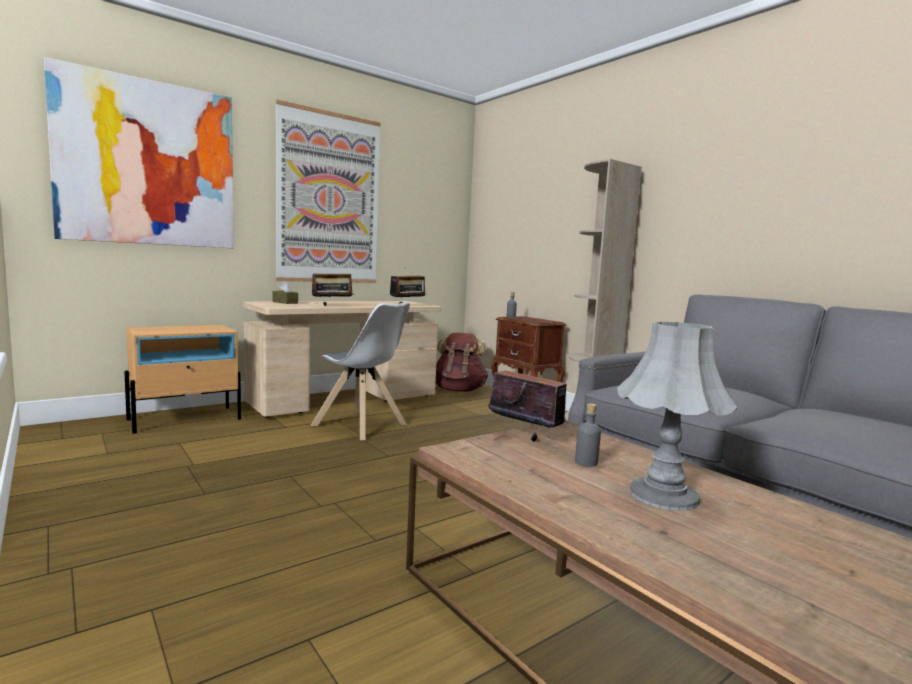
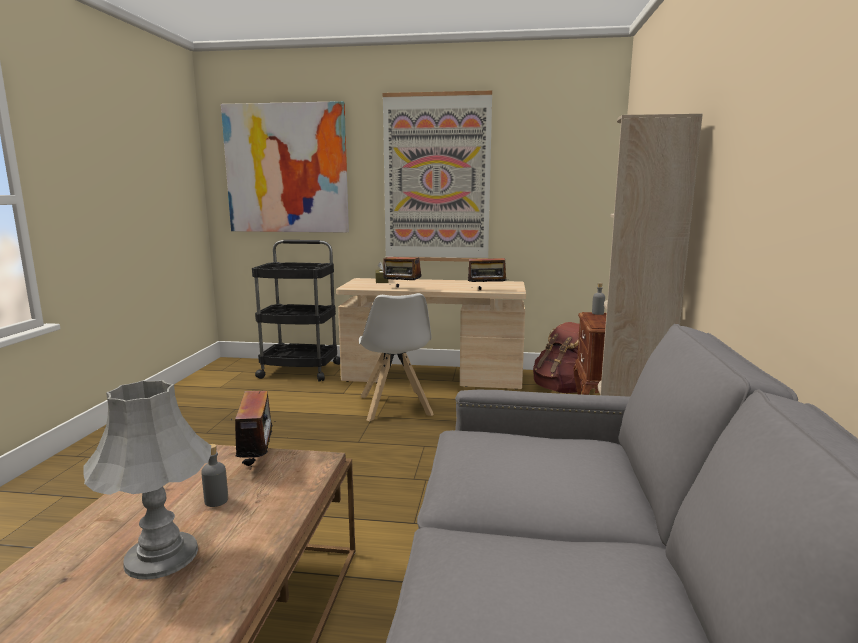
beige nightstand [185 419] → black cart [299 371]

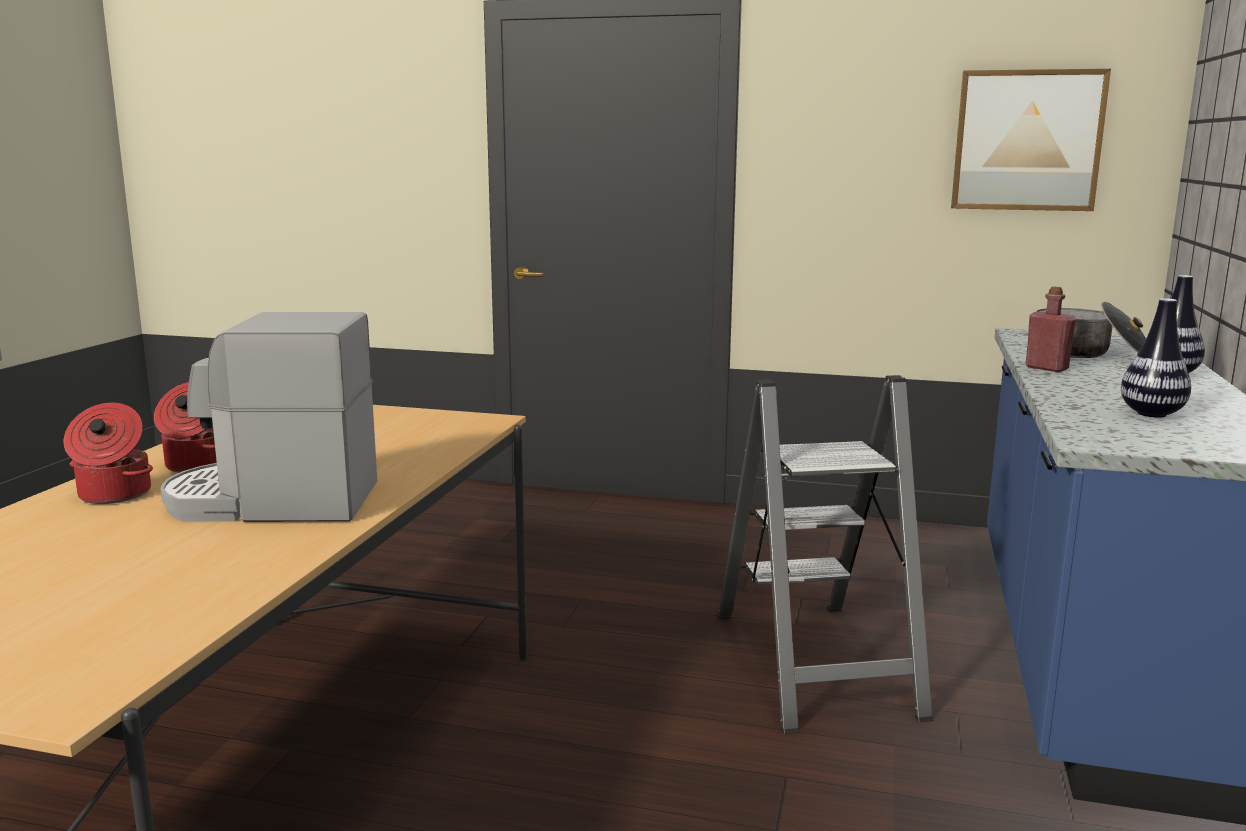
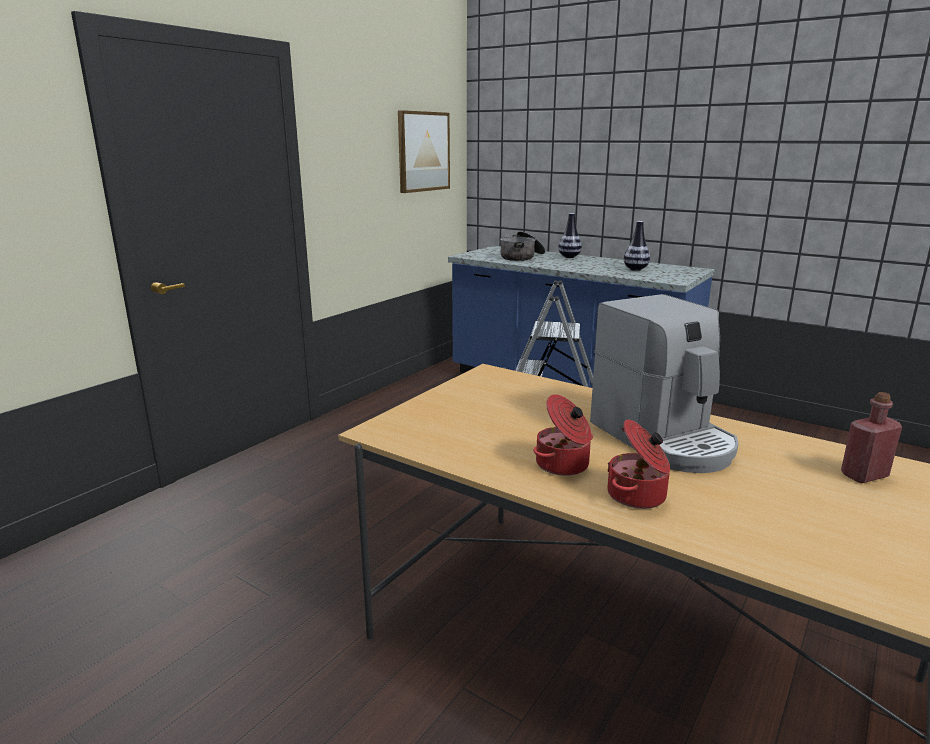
coffee machine [273 502] → coffee machine [663 439], 45 degrees counterclockwise
red bottle [1046 368] → red bottle [864 475], move

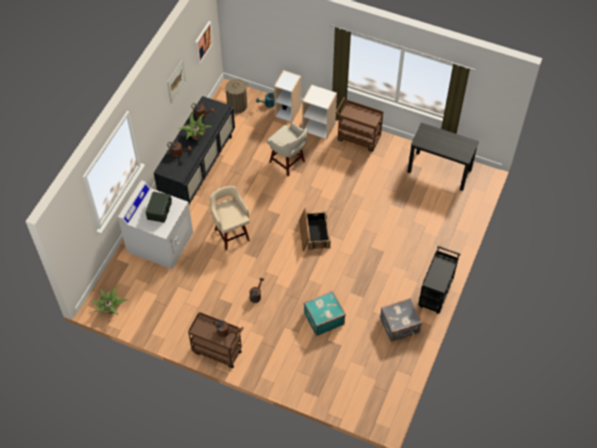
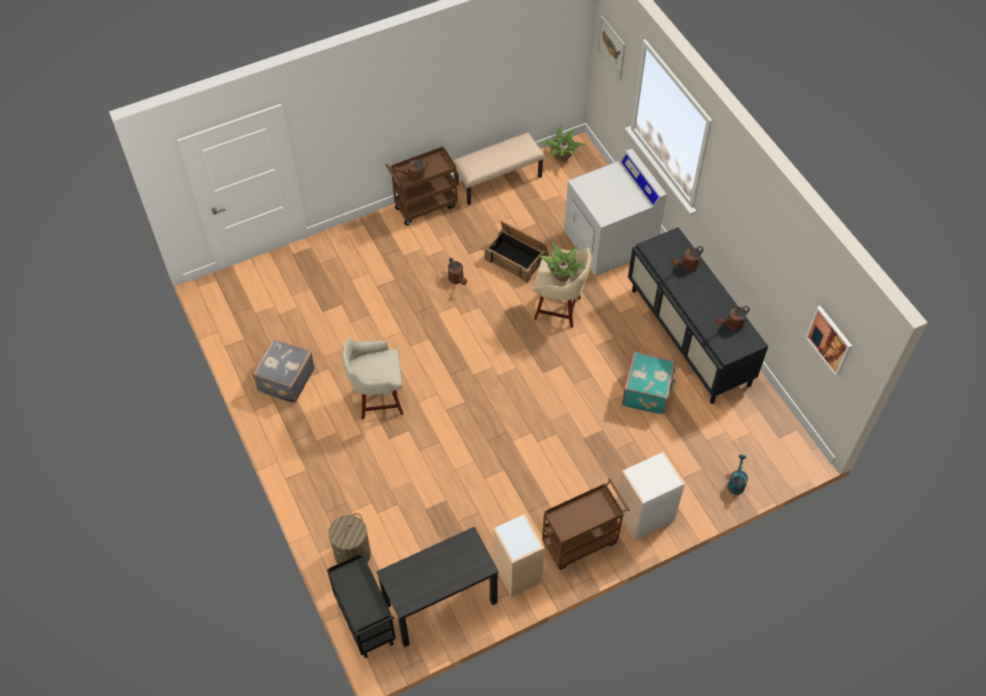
black cart [435 294] → black cart [366 624], move
laundry basket [237 106] → laundry basket [352 554], move
beige stool [288 163] → beige stool [378 400], move
- → beige bench [498 180]
crate [314 234] → crate [517 258], move
bookcase [288 111] → bookcase [517 573], move
potted plant [196 136] → potted plant [562 275], move
picture [176 81] → picture [611 47], move
turquoise suitcase [323 318] → turquoise suitcase [647 392], move
radio [160 211] → -

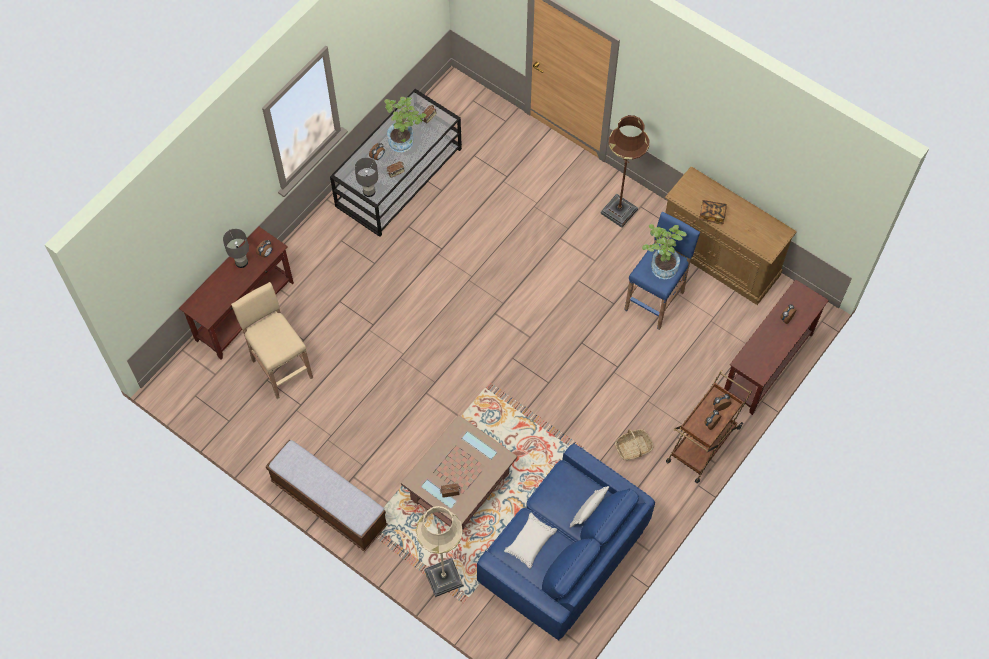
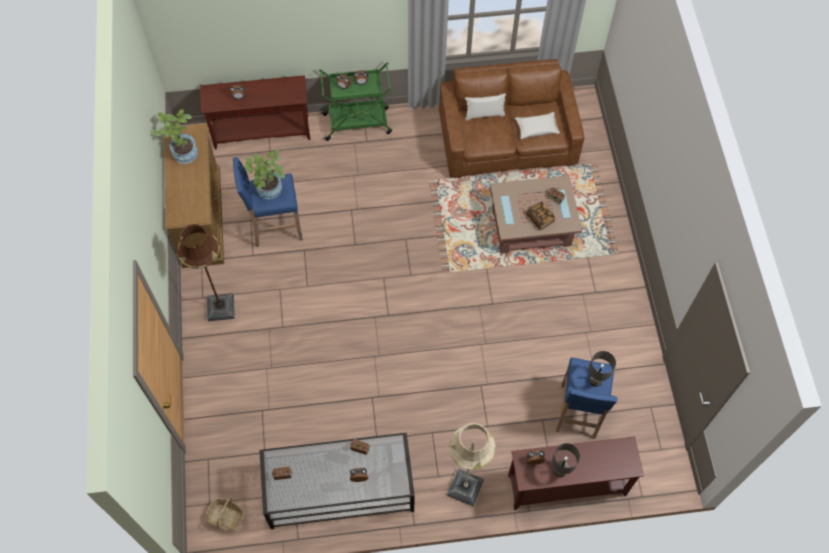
potted plant [405 141] → potted plant [182 152], move
basket [633 448] → basket [226 516], move
brown cart [702 445] → green cart [357 124]
blue sofa [564 552] → brown sofa [507 140]
beige floor lamp [443 578] → beige floor lamp [465 487], move
book [712 215] → book [540 219], move
beige stool [281 368] → blue stool [578 413]
grey table lamp [369 192] → grey table lamp [595 380], move
bench [329 504] → -

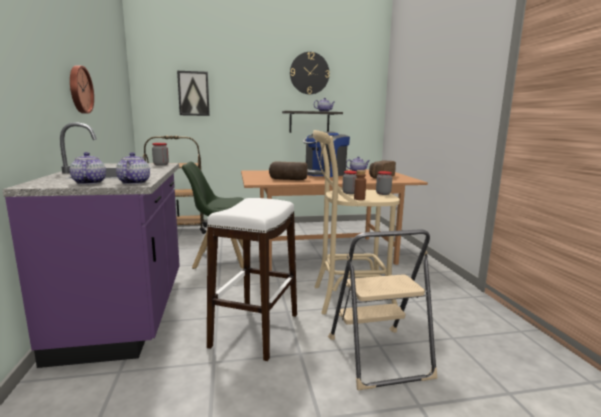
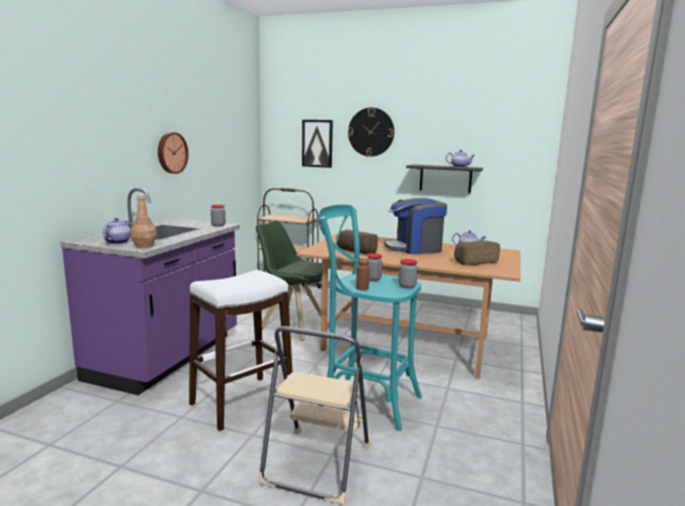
teapot [134 182] → brown bottle [144 246]
beige stool [349 298] → turquoise stool [365 400]
wall clock [309 73] → wall clock [371 132], move

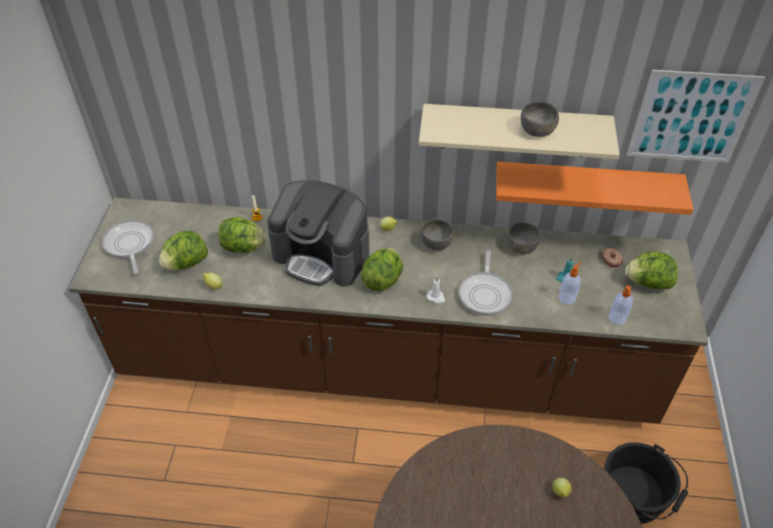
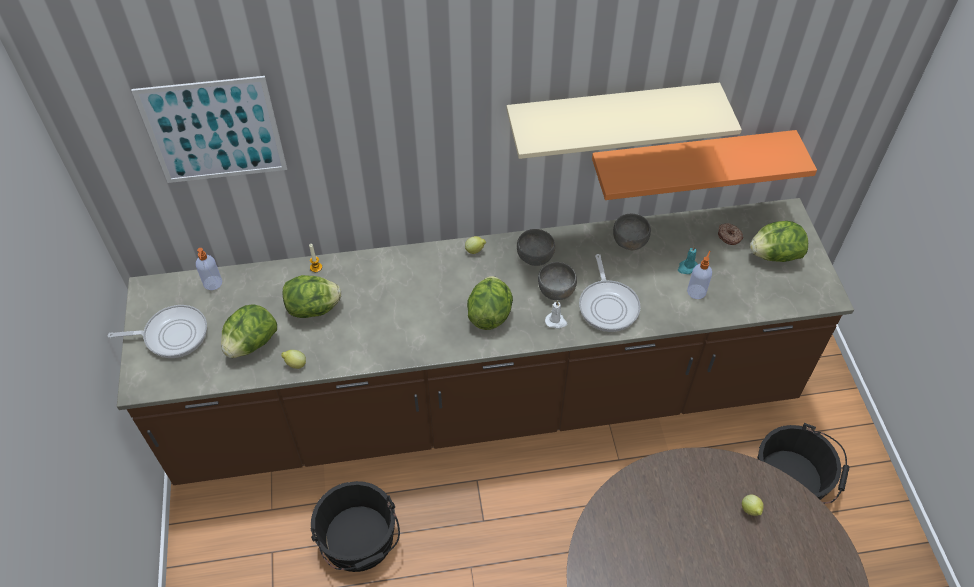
frying pan [129 245] → frying pan [172 335], 120 degrees clockwise
picture [691 117] → picture [214 131], move
soap dispenser [617 318] → soap dispenser [213 283], move
- → black bucket [360 542]
grey bowl [537 131] → grey bowl [556 290], move
coffee machine [322 255] → -

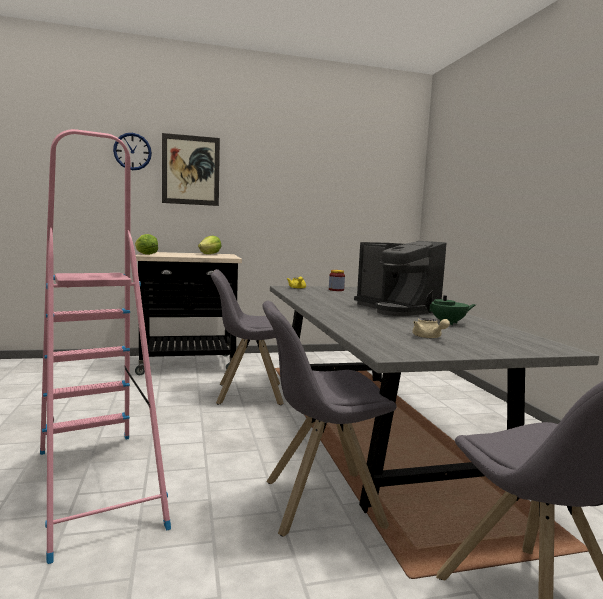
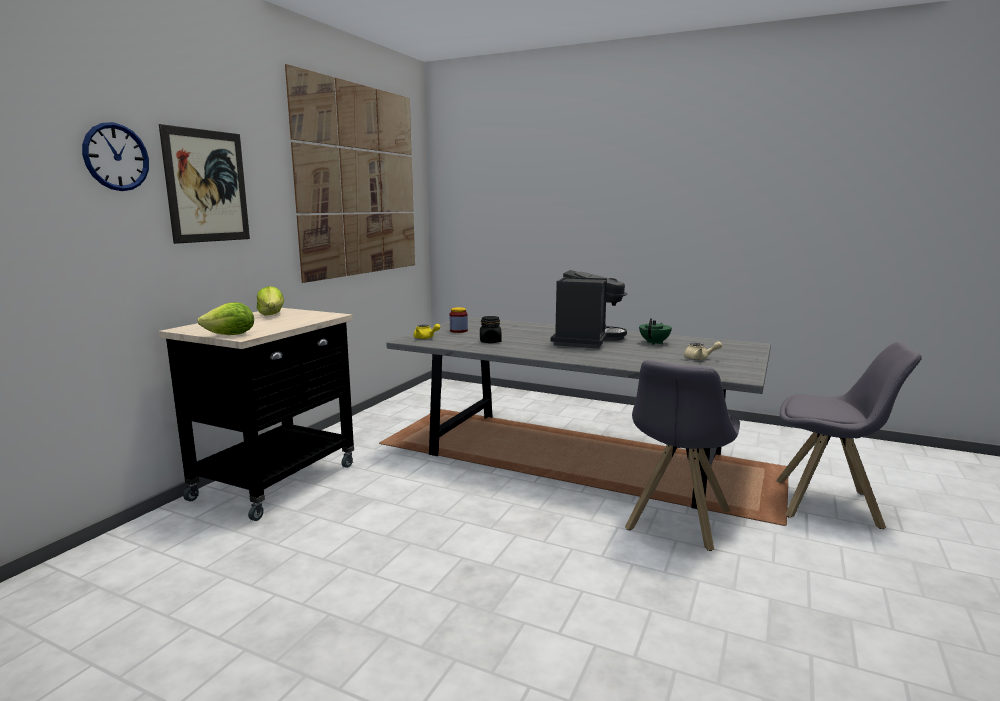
- → picture [359 181]
- → black jar [490 341]
coffee machine [396 309] → coffee machine [585 340], 75 degrees counterclockwise
pink step ladder [96 484] → -
grey chair [249 393] → -

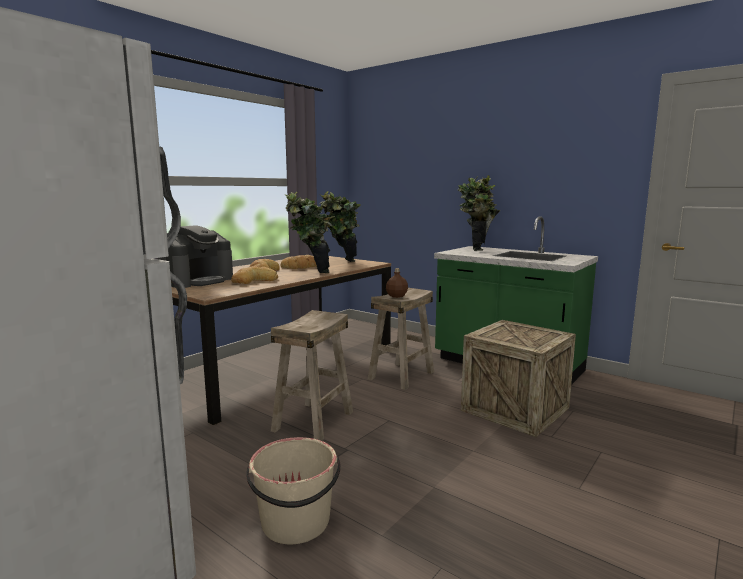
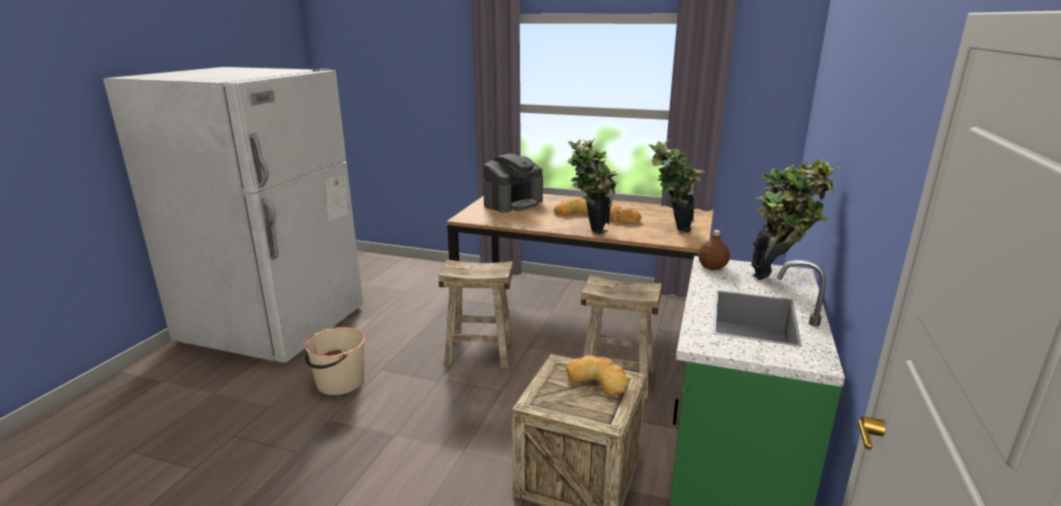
coffee machine [197 281] → coffee machine [513 203], 60 degrees counterclockwise
bread [254 281] → bread [598 379], move
brown bottle [397 296] → brown bottle [712 266], move

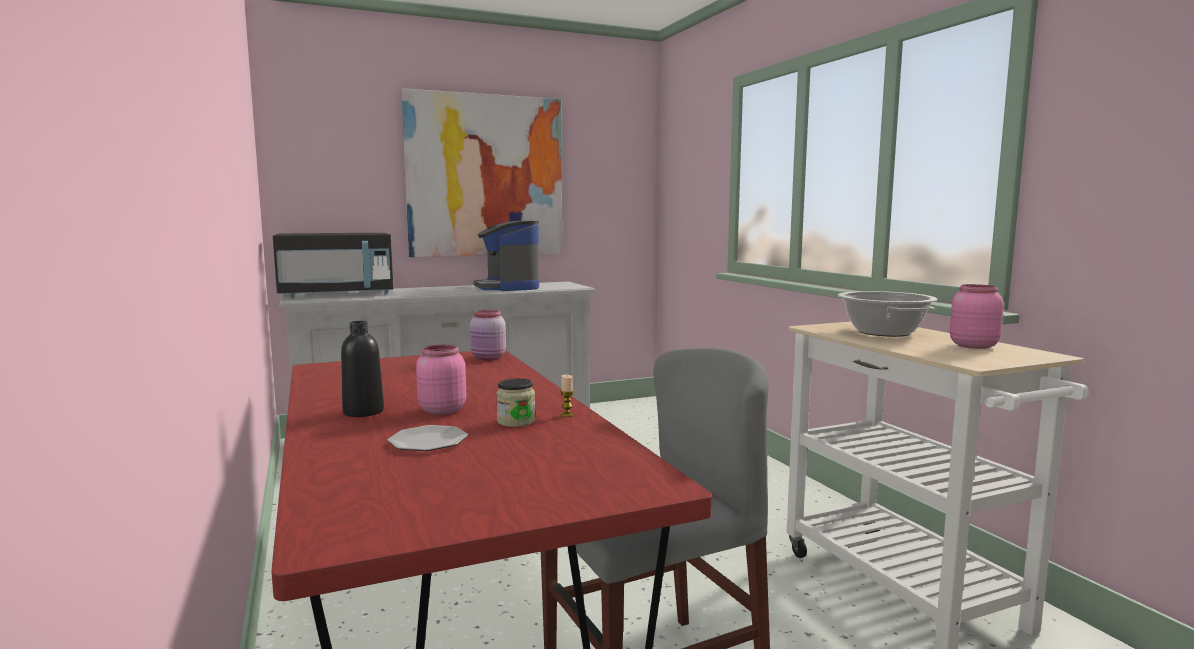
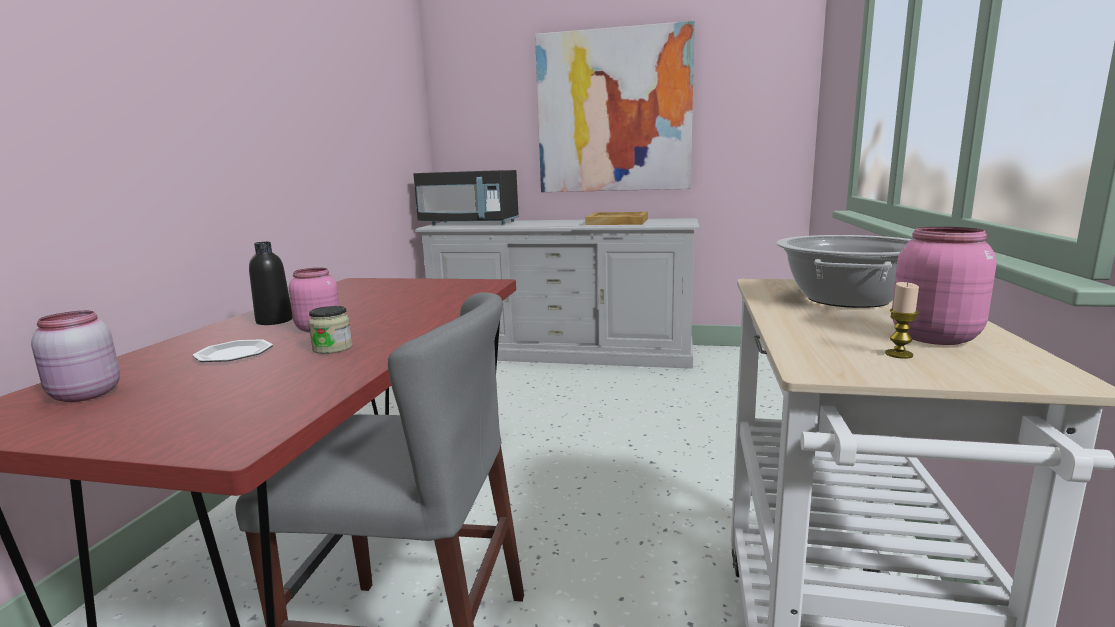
pink jar [488 358] → pink jar [84 395], move
coffee machine [508 287] → beige tray [617 222]
candle [567 415] → candle [899 354], move

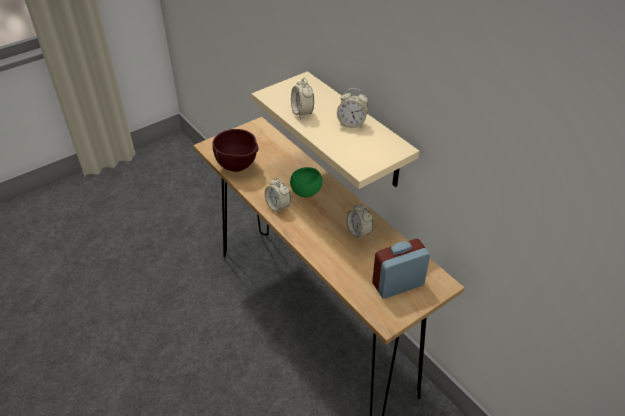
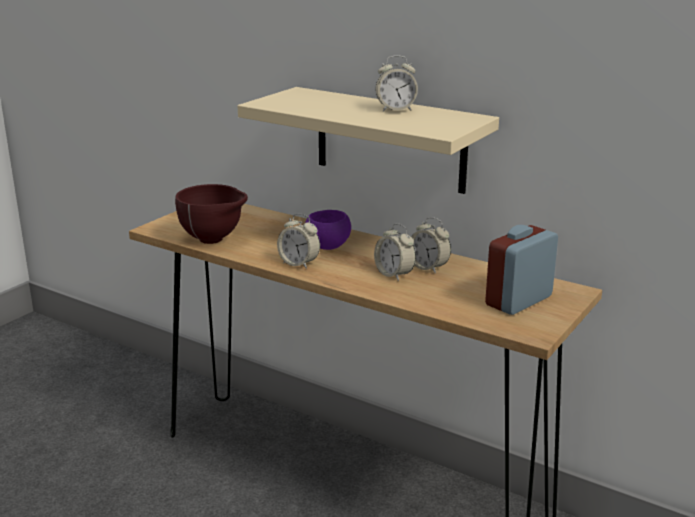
green bowl [306 192] → purple bowl [328 246]
alarm clock [302 113] → alarm clock [394 274], move

